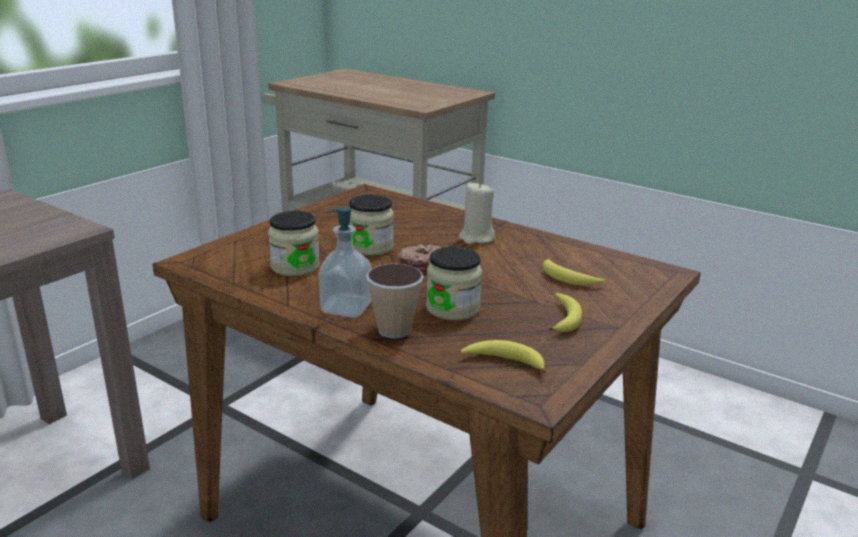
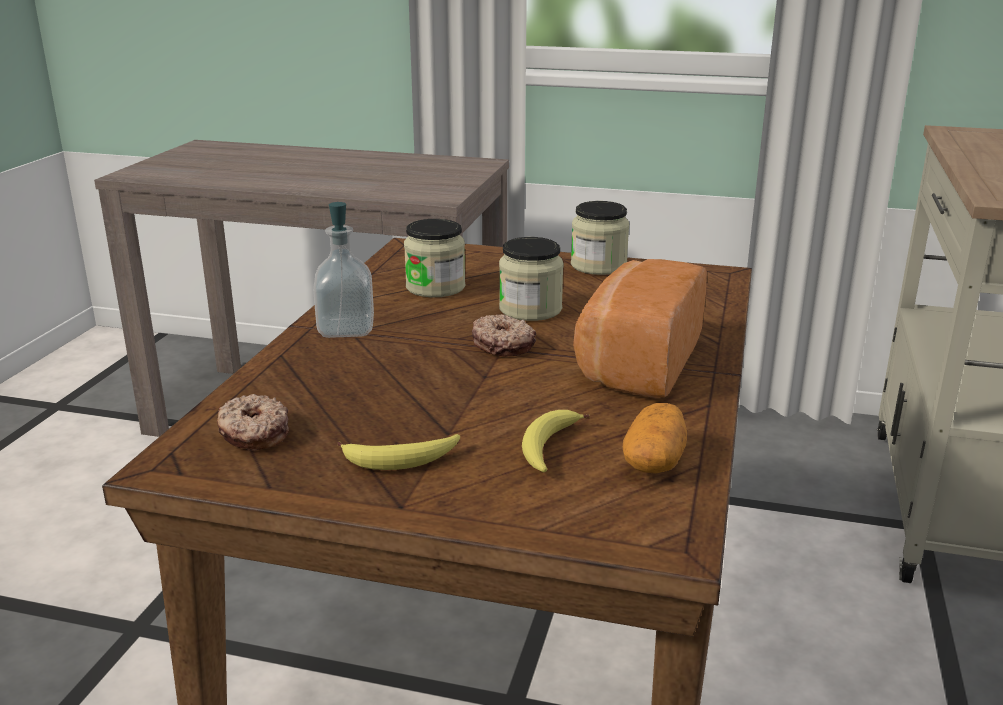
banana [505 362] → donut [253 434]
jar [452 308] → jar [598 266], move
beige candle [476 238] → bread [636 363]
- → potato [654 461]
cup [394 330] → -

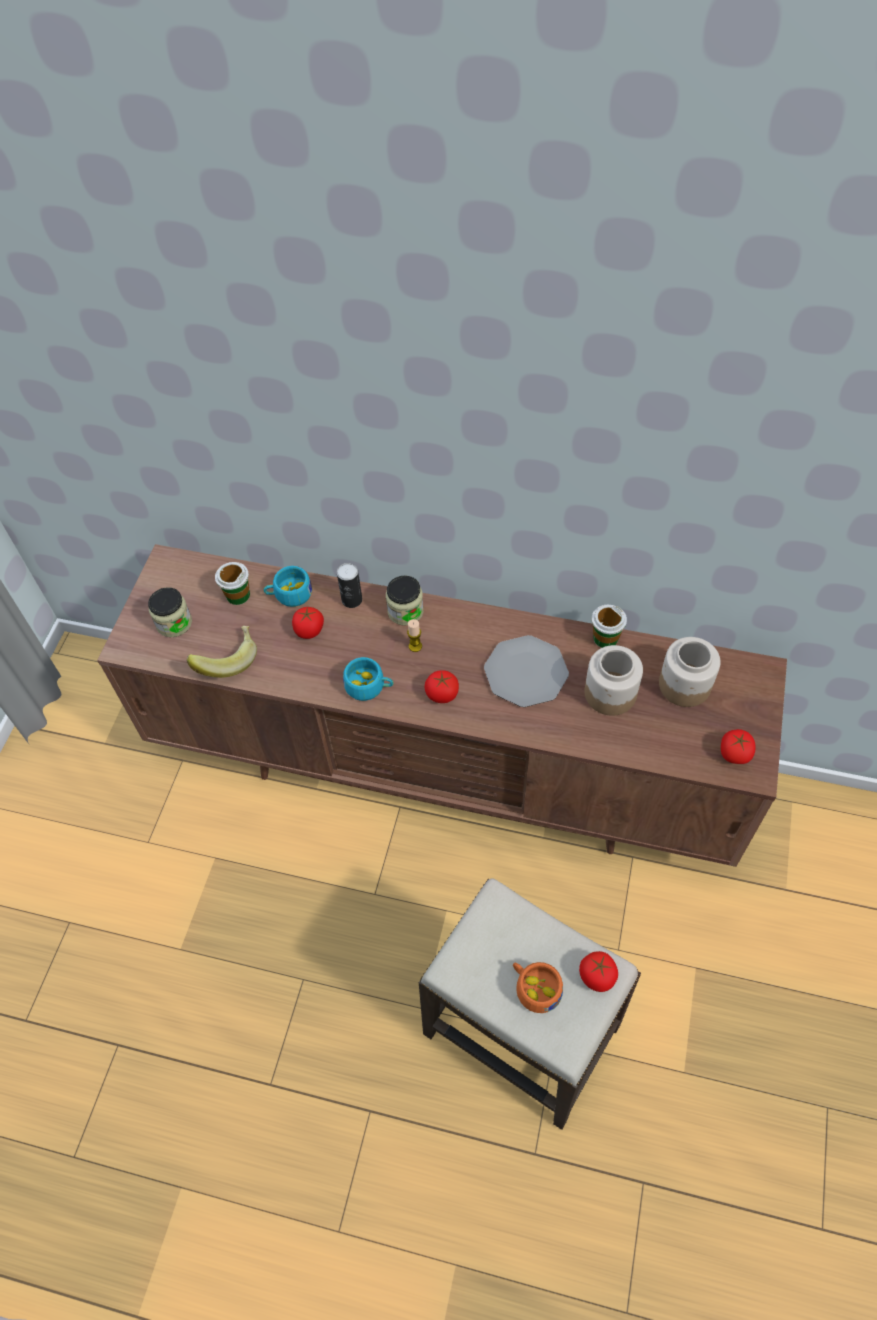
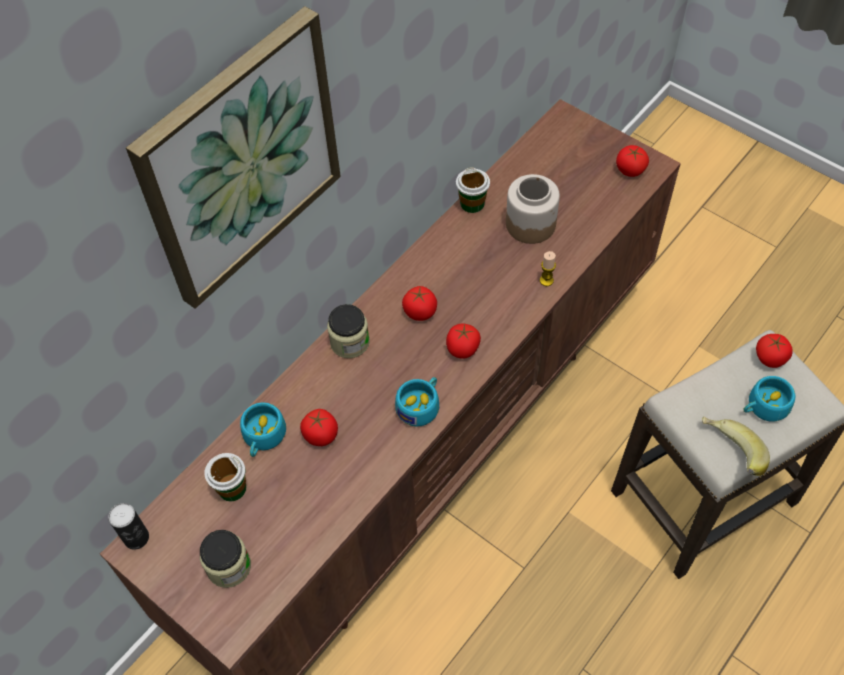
can [352 600] → can [136 537], move
- → picture [240 159]
- → tomato [420 311]
candle [415 646] → candle [546 280], move
banana [227 659] → banana [728 454], move
orange cup [534 987] → turquoise cup [763 407]
plate [526 672] → -
jar [684 684] → -

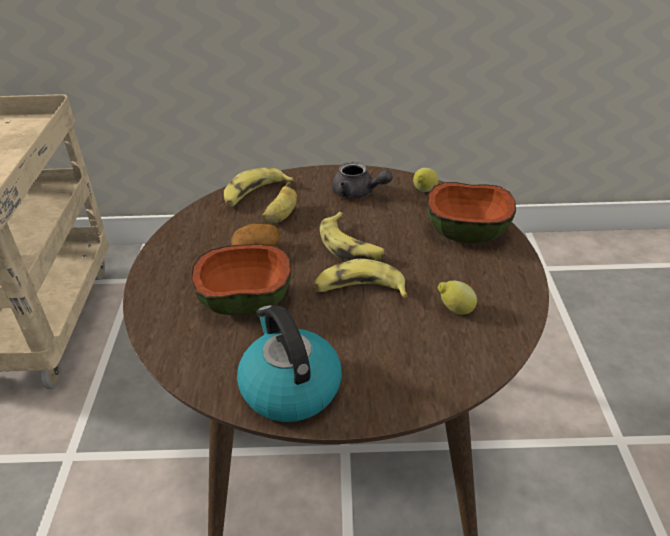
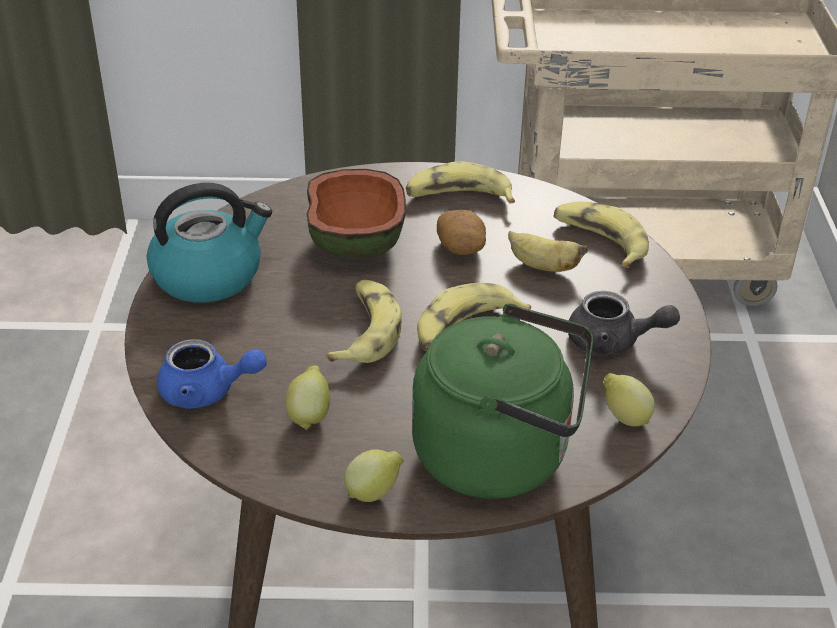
- → blue teapot [207 392]
- → lemon [374 493]
- → banana [458 197]
bowl [467 231] → green kettle [501 455]
grey teapot [358 193] → grey teapot [612 342], 105 degrees counterclockwise

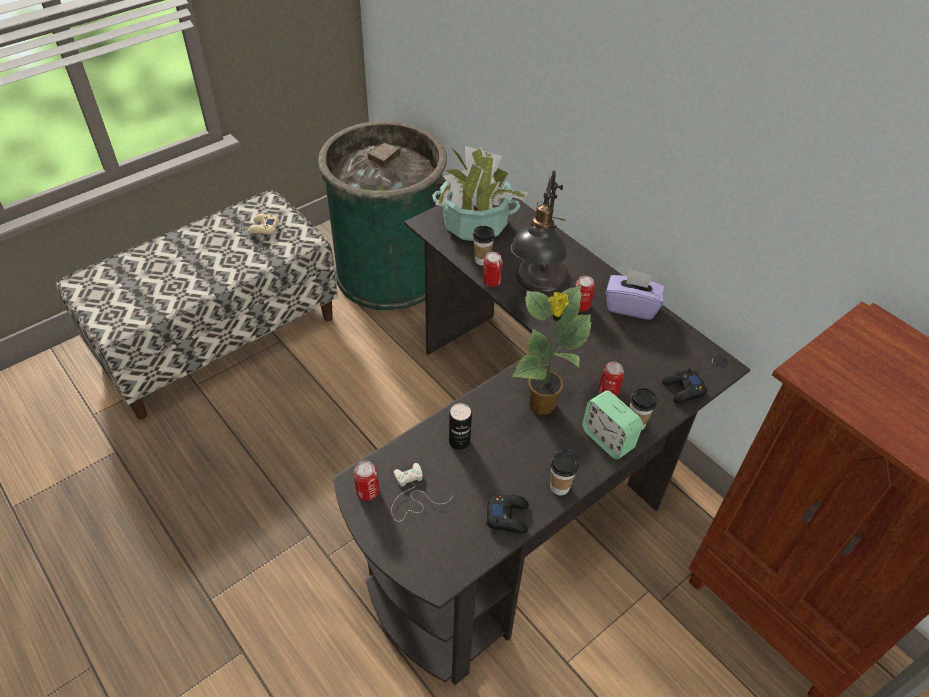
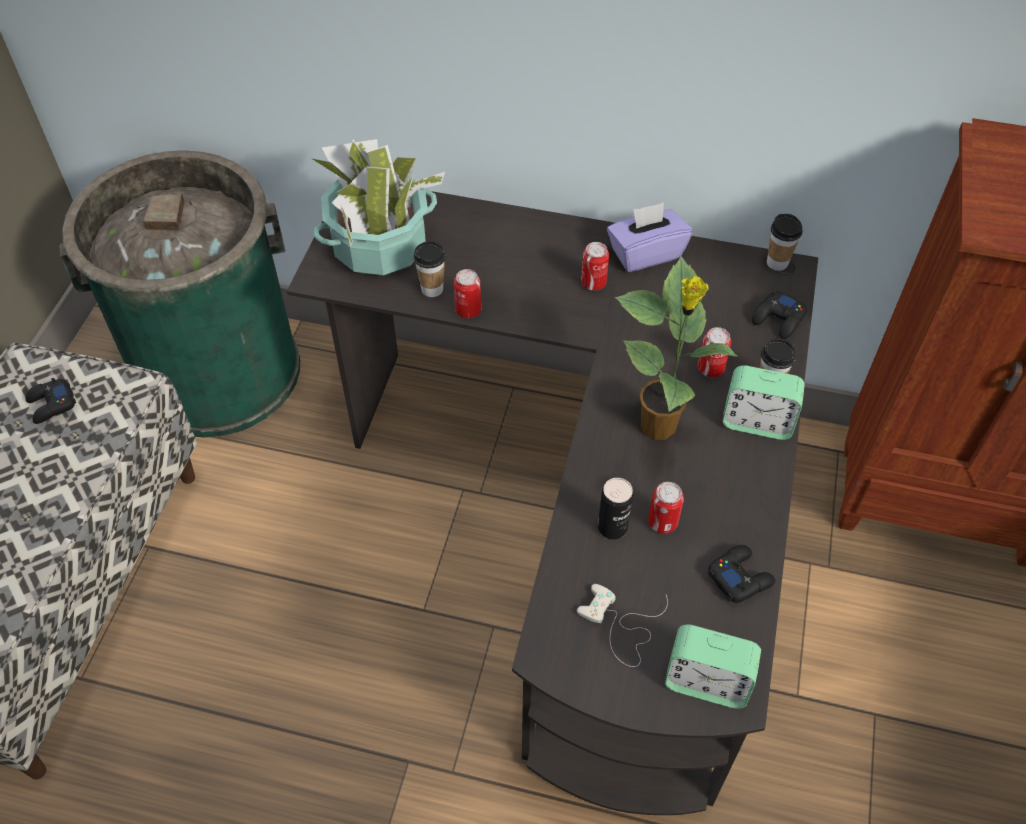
beige game controller [263 228] → black game controller [51 405]
can [367 492] → can [662 522], move
- → alarm clock [706 682]
cup [559 487] → cup [777 263], move
grey table lamp [538 291] → -

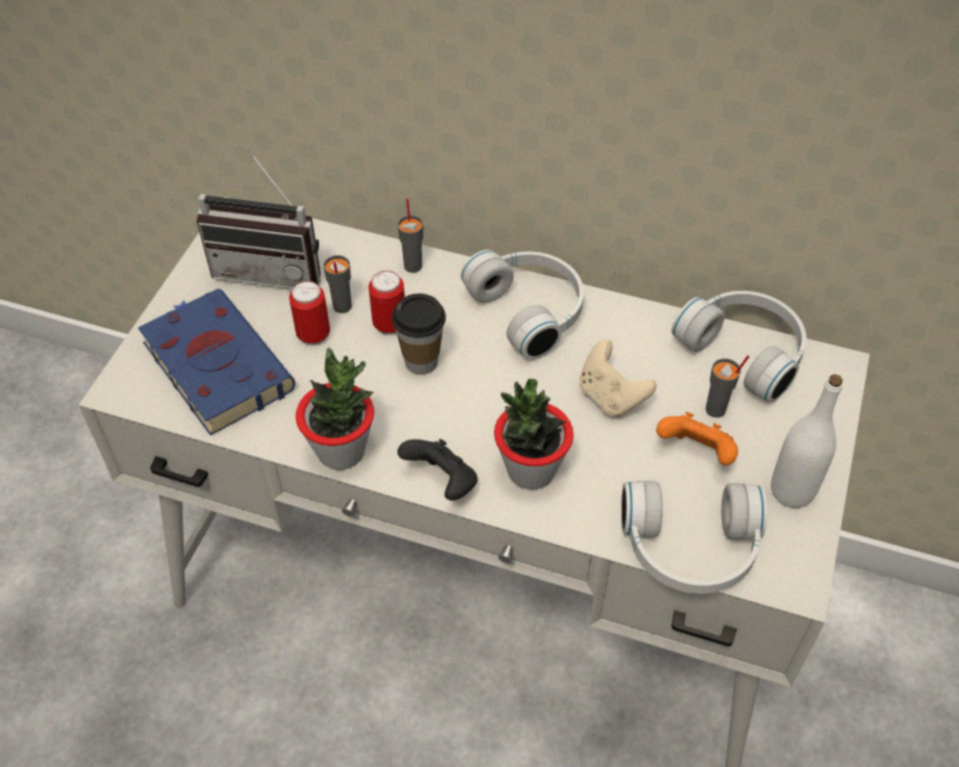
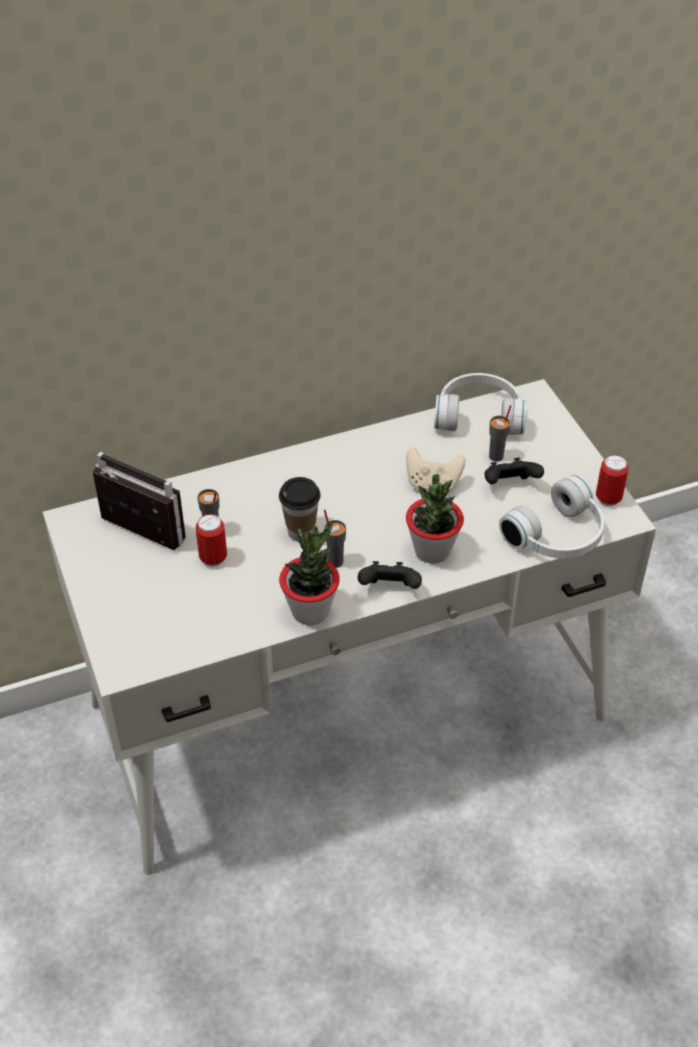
radio [272 268] → radio [135 536], 120 degrees counterclockwise
grey cup [413 265] → grey cup [335 561], move
orange game controller [696 452] → black game controller [509 485]
can [389 324] → can [608 498], move
blue book [214 364] → -
white headphones [531 310] → -
white bottle [792 491] → -

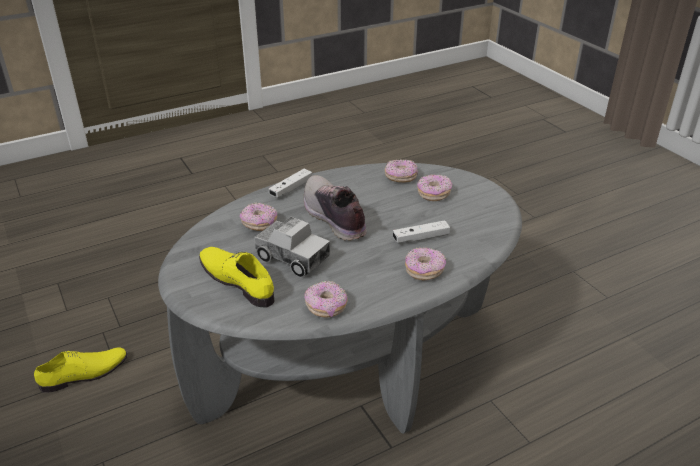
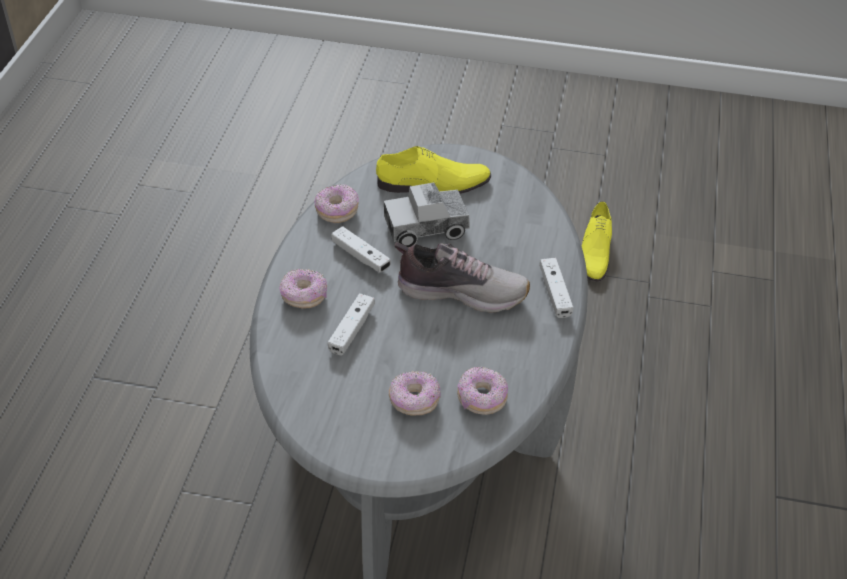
- → white game controller [361 256]
donut [259 224] → -

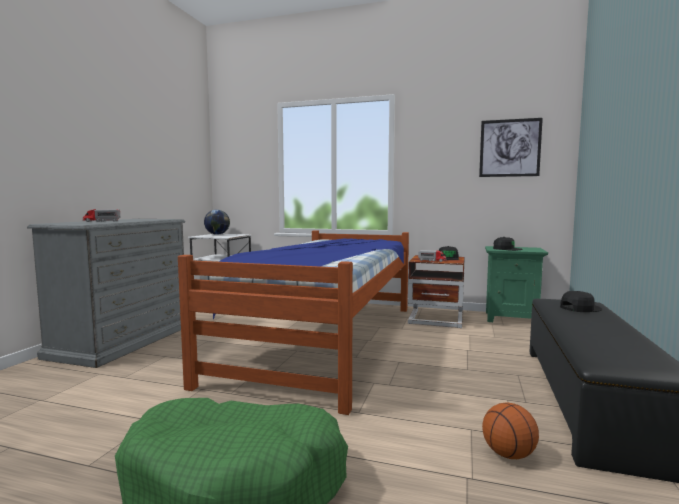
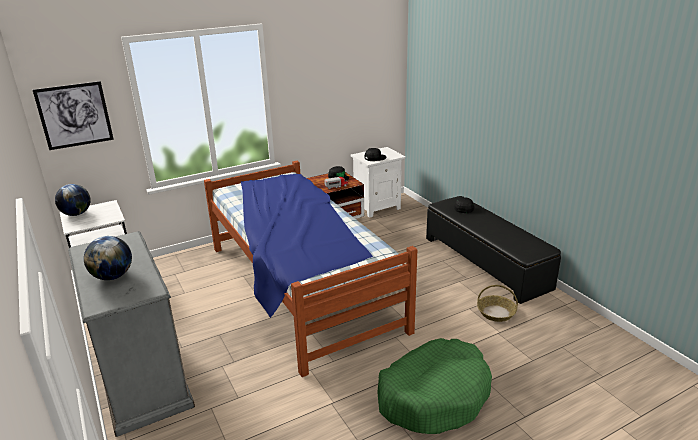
picture [509 148] → picture [74 115], move
toy truck [102 221] → globe [112 276]
green nightstand [511 319] → white nightstand [378 207]
basketball [508 454] → basket [496 313]

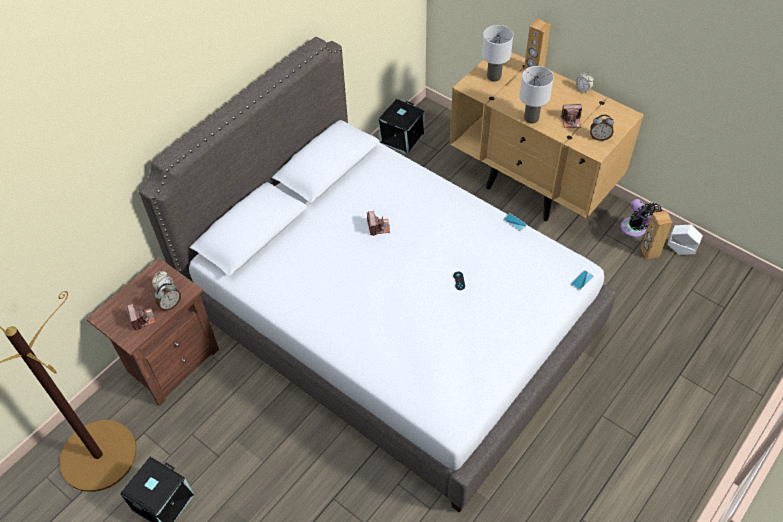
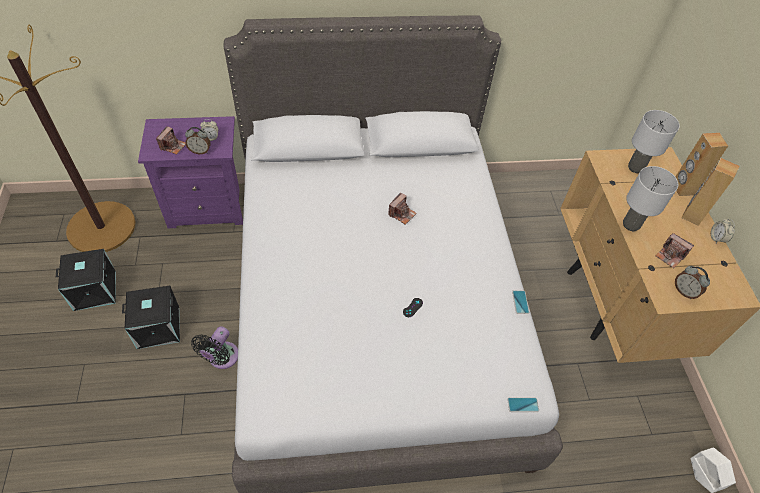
black storage box [402 138] → black storage box [158 328], move
brown nightstand [171 361] → purple nightstand [208 207]
black fan [634 230] → black fan [221 358], move
brown speaker [649 252] → brown speaker [692 215], move

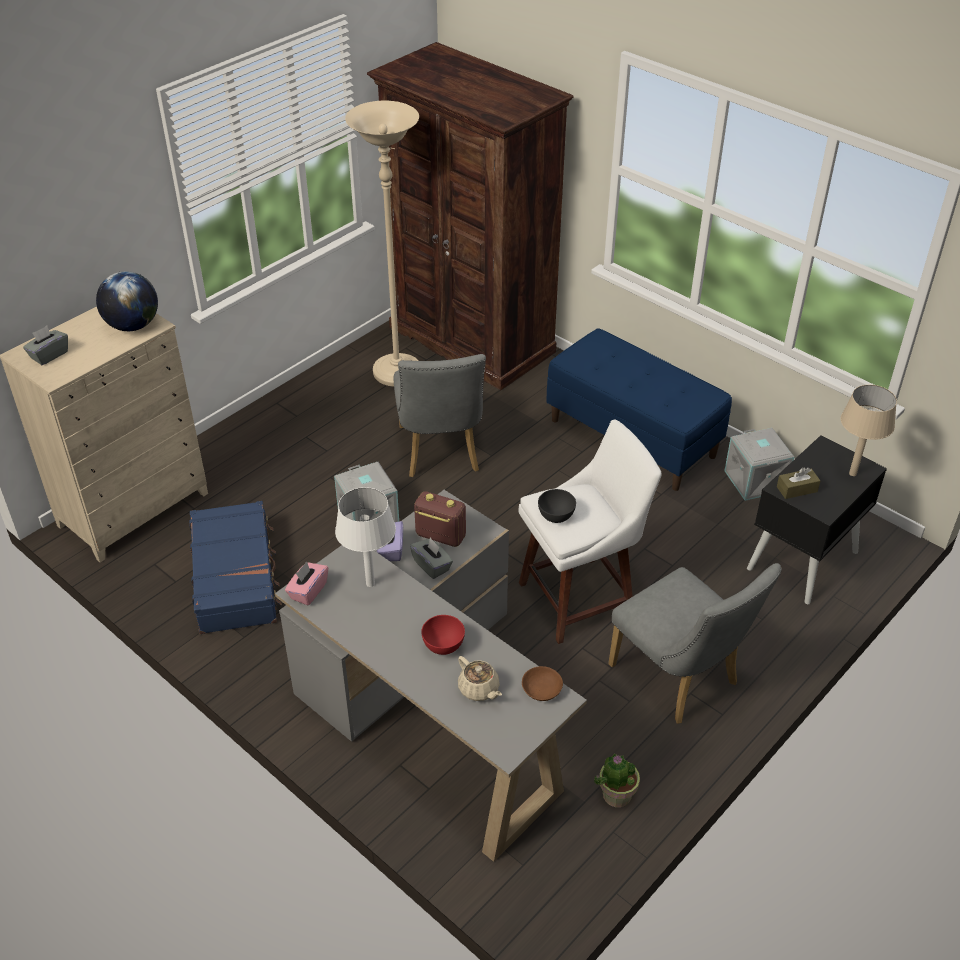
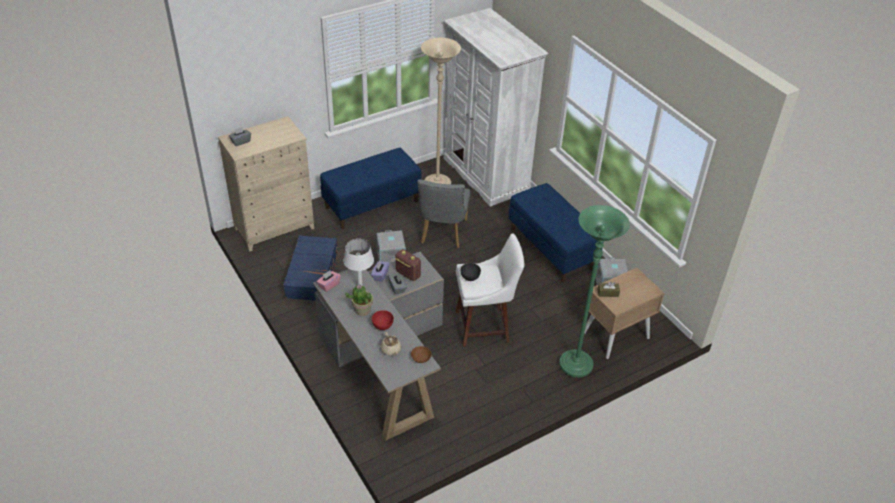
- → blue bench [372 204]
potted plant [616 795] → potted plant [362 310], move
brown wardrobe [471 340] → white wardrobe [485 174]
- → green floor lamp [576 365]
black nightstand [802 560] → beige nightstand [615 335]
globe [133 326] → -
grey chair [680 680] → -
beige table lamp [852 473] → -

